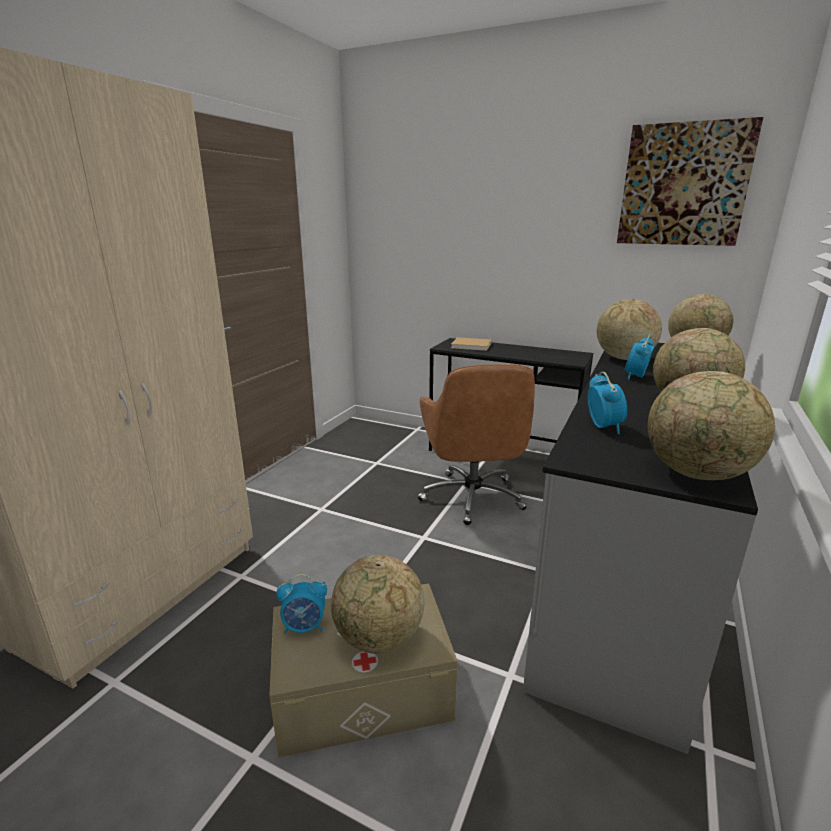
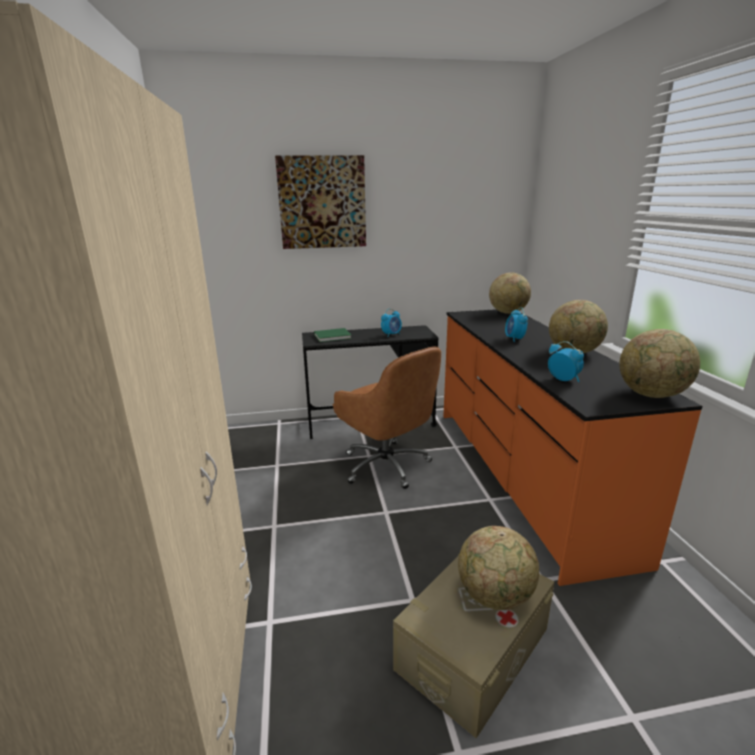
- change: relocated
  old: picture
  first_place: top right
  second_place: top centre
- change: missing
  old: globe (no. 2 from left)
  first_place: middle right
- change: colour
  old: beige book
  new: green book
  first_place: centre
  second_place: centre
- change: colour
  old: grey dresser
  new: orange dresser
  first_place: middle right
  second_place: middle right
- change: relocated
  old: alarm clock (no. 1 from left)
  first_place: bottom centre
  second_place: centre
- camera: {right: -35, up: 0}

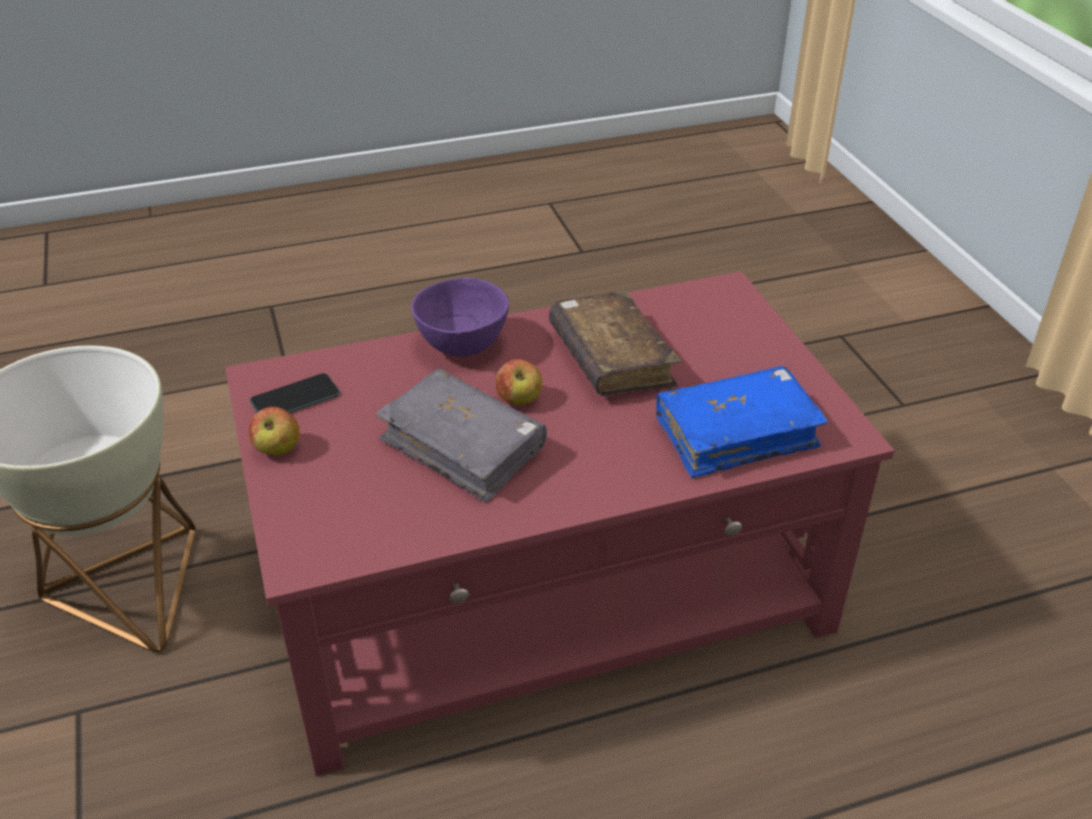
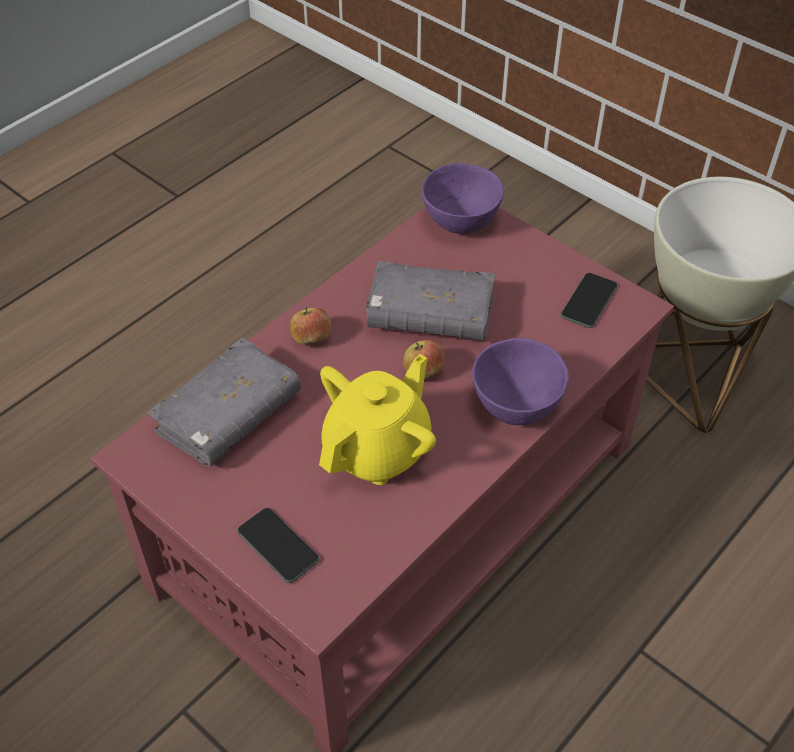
- change: exchanged
  old: brown book
  new: yellow teapot
  first_place: centre
  second_place: centre
- change: colour
  old: blue book
  new: grey book (no. 1 from left)
  first_place: middle right
  second_place: middle left
- change: relocated
  old: apple (no. 1 from left)
  first_place: middle left
  second_place: centre
- change: appeared
  new: purple bowl (no. 1 from left)
  second_place: top centre
- change: appeared
  new: phone (no. 1 from left)
  second_place: bottom centre
- camera: {right: 150, up: 10}

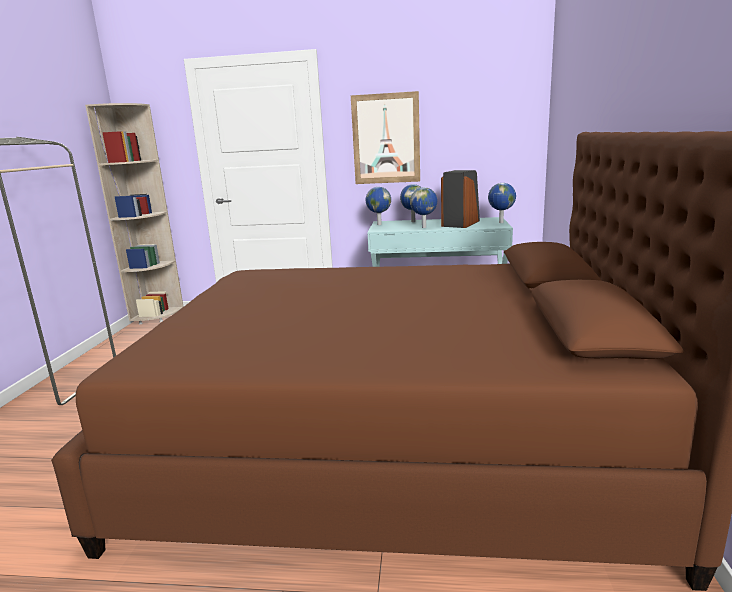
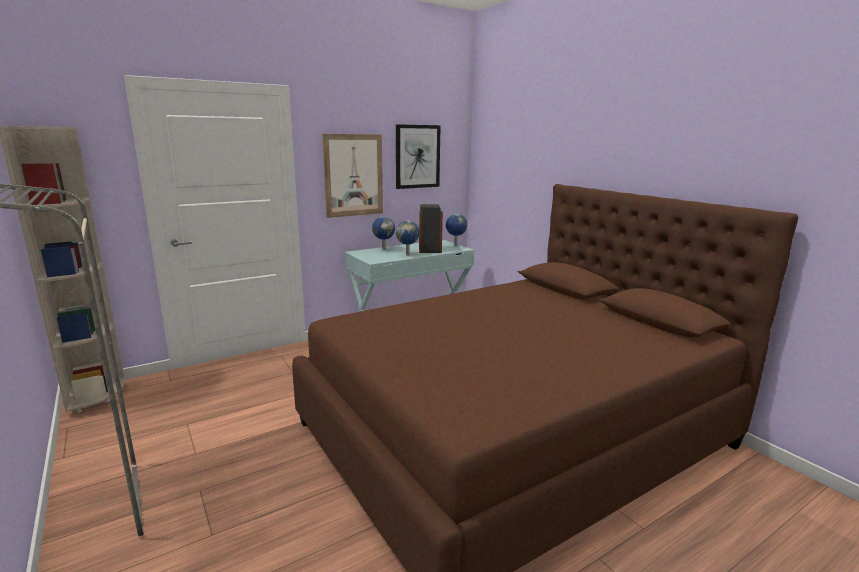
- change: missing
  old: globe (no. 1 from left)
  first_place: centre
- change: appeared
  new: picture (no. 2 from left)
  second_place: top centre
- camera: {right: -40, up: 0}

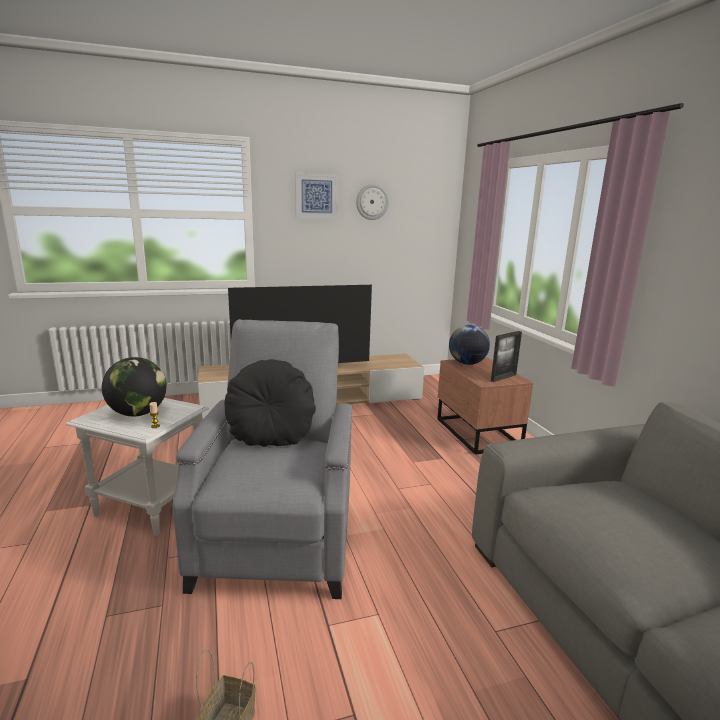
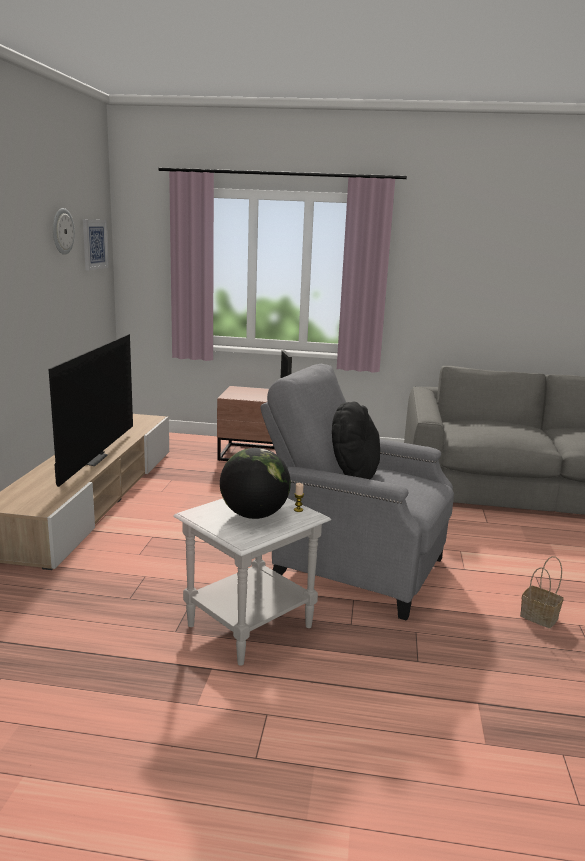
- change: relocated
  old: picture
  first_place: top centre
  second_place: top left
- change: missing
  old: globe (no. 2 from left)
  first_place: centre
- camera: {right: -65, up: 0}

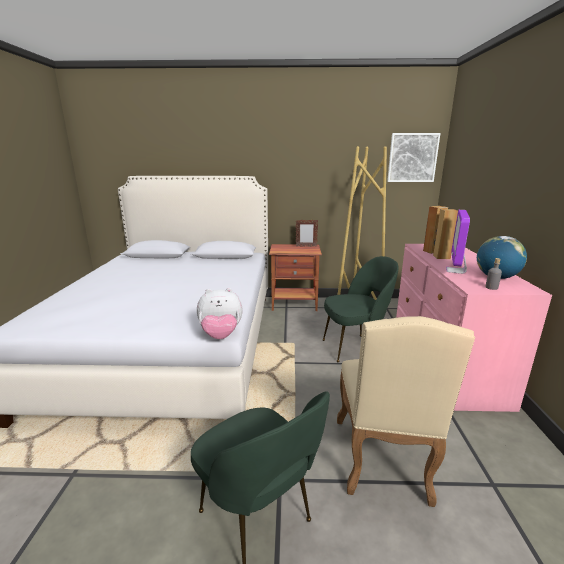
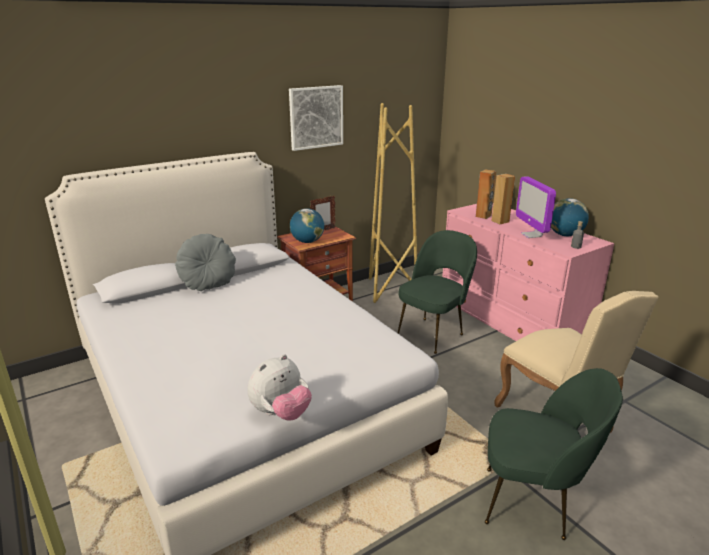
- change: relocated
  old: picture
  first_place: top right
  second_place: top centre
- change: relocated
  old: plush toy
  first_place: centre
  second_place: bottom centre
- change: appeared
  new: globe (no. 1 from left)
  second_place: centre
- change: appeared
  new: grey pillow
  second_place: middle left
- camera: {right: -35, up: 5}

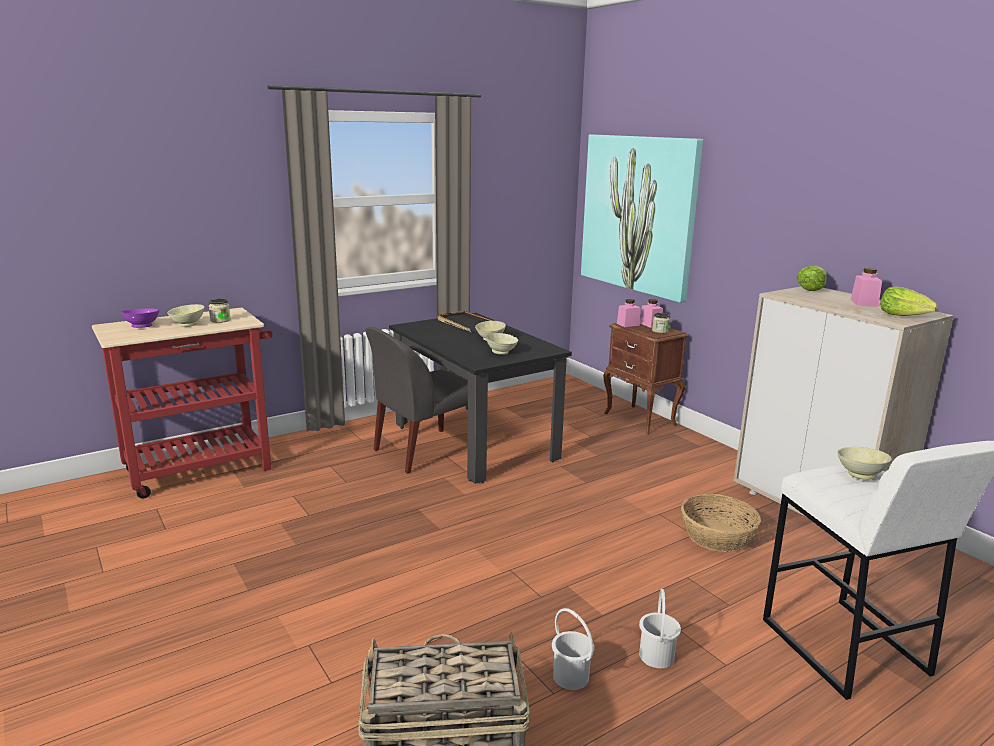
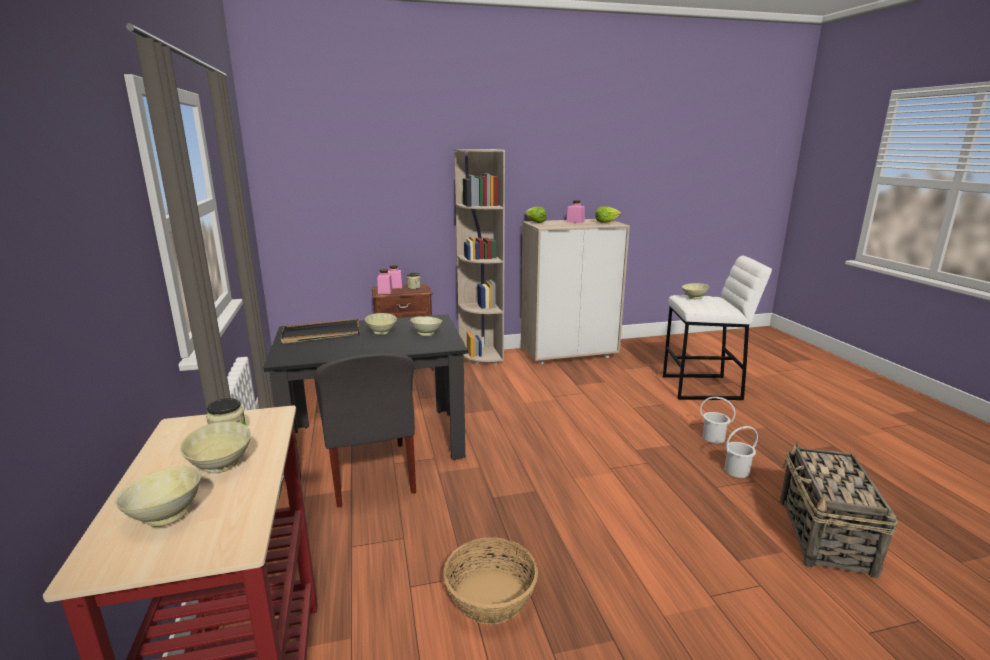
- change: missing
  old: picture
  first_place: top centre
- change: colour
  old: purple bowl
  new: beige bowl (no. 1 from left)
  first_place: middle left
  second_place: bottom left
- change: relocated
  old: basket (no. 2 from left in the first image)
  new: basket (no. 1 from left)
  first_place: bottom right
  second_place: bottom centre
- change: appeared
  new: beige bookcase
  second_place: centre
- camera: {right: -70, up: 0}

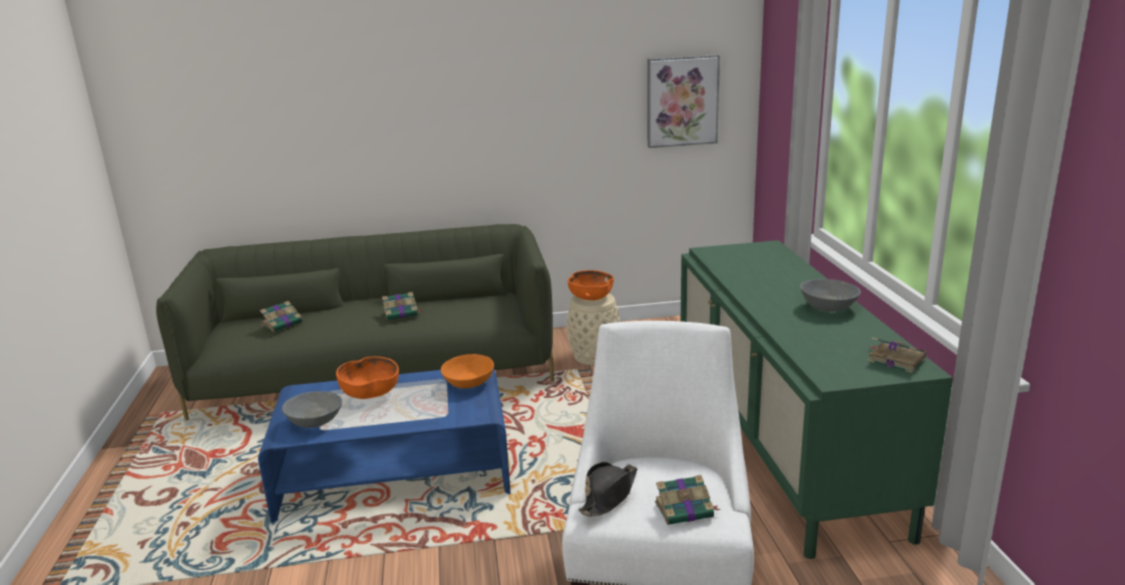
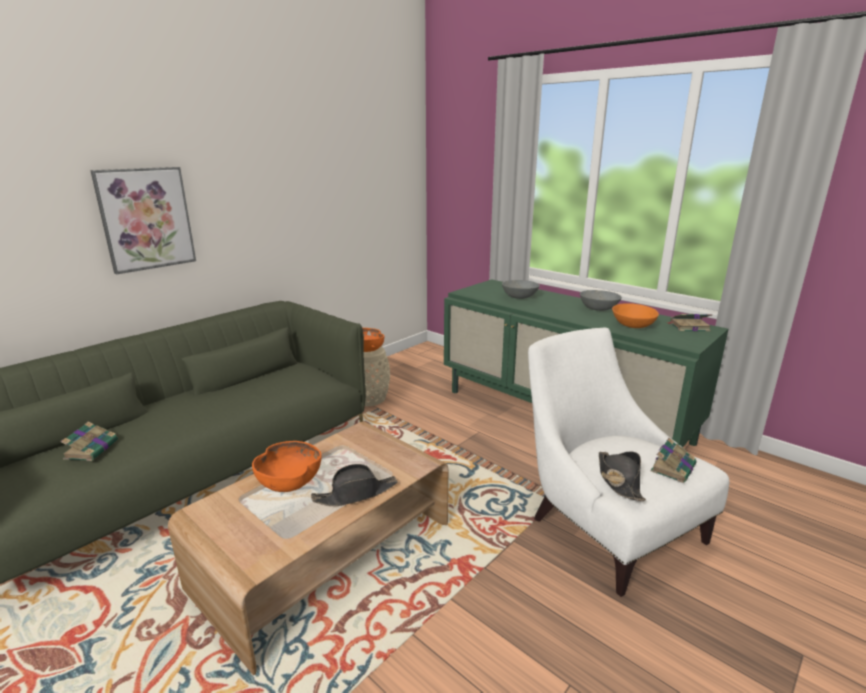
- change: relocated
  old: picture
  first_place: top centre
  second_place: top left
- change: missing
  old: book (no. 2 from left)
  first_place: centre
- change: relocated
  old: orange bowl (no. 2 from left in the first image)
  new: orange bowl (no. 3 from left)
  first_place: centre
  second_place: middle right
- change: colour
  old: blue coffee table
  new: brown coffee table
  first_place: bottom centre
  second_place: bottom centre
- change: relocated
  old: grey bowl (no. 1 from left)
  first_place: bottom left
  second_place: centre
- change: appeared
  new: black hat (no. 1 from left)
  second_place: bottom centre
- camera: {right: -40, up: 0}

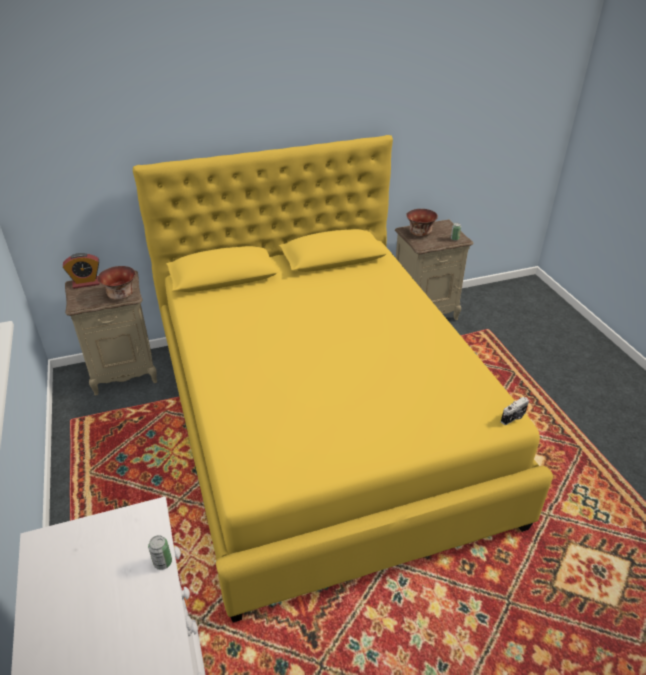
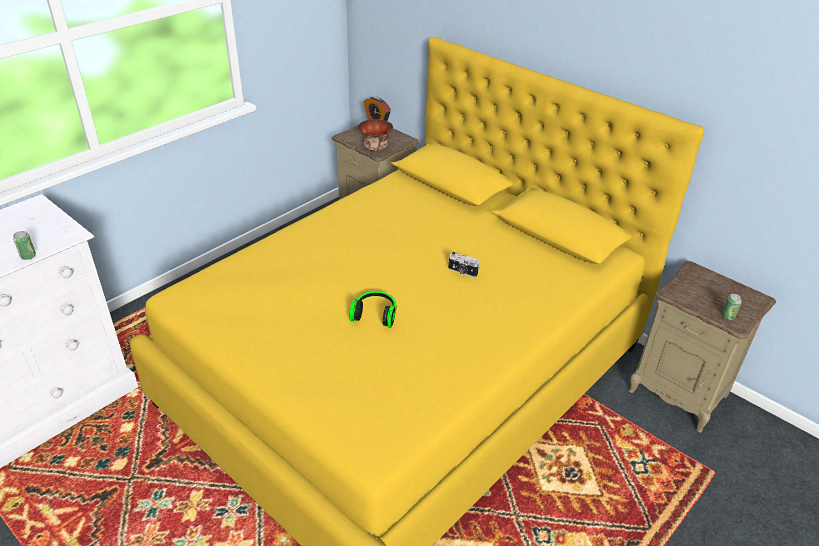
- change: missing
  old: bowl (no. 2 from left)
  first_place: top centre
- change: relocated
  old: photo camera
  first_place: middle right
  second_place: centre
- change: appeared
  new: headphones
  second_place: centre
- camera: {right: 60, up: 0}

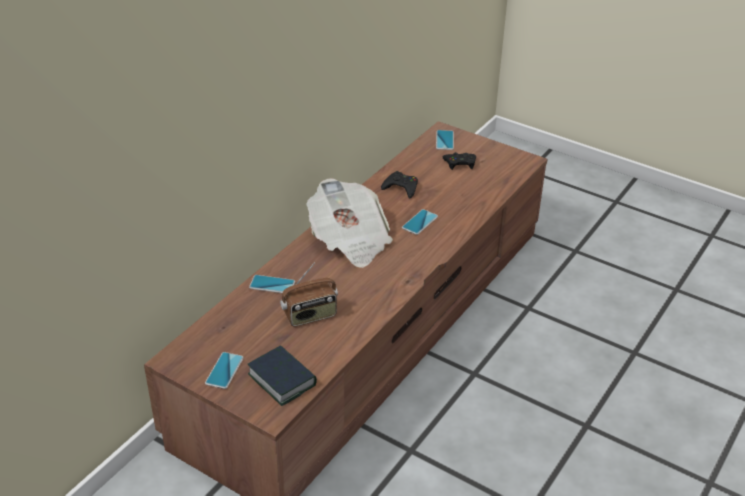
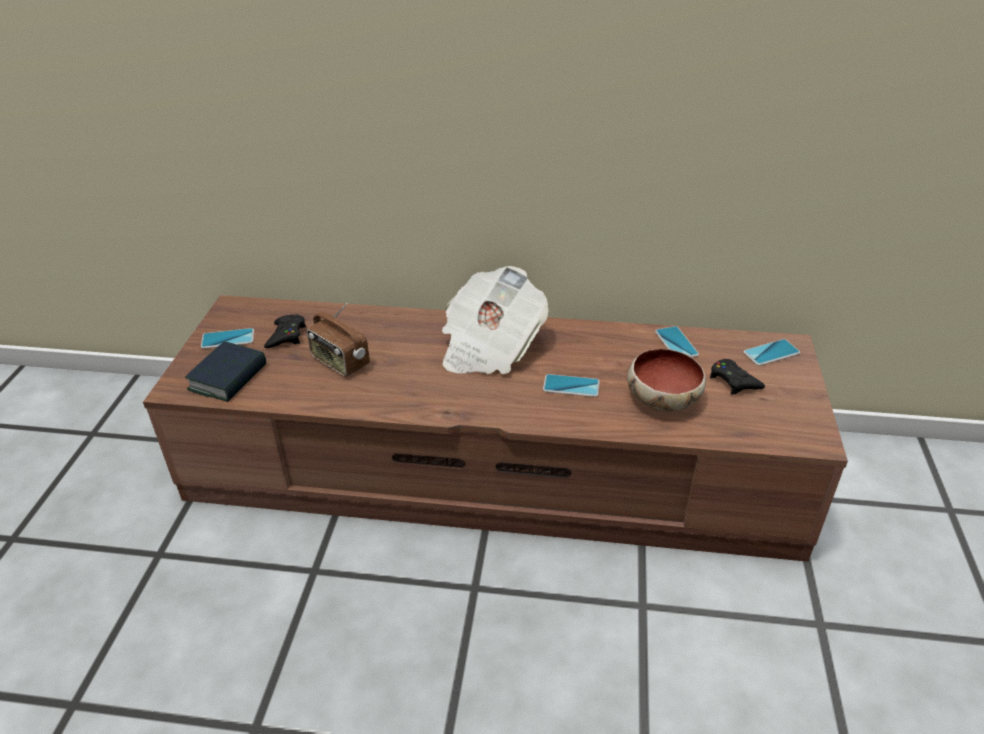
- change: relocated
  old: black game controller (no. 1 from left)
  first_place: centre
  second_place: middle left
- change: relocated
  old: phone (no. 2 from left in the first image)
  new: phone (no. 3 from left)
  first_place: centre
  second_place: middle right
- change: appeared
  new: bowl
  second_place: middle right
- camera: {right: 65, up: 0}

